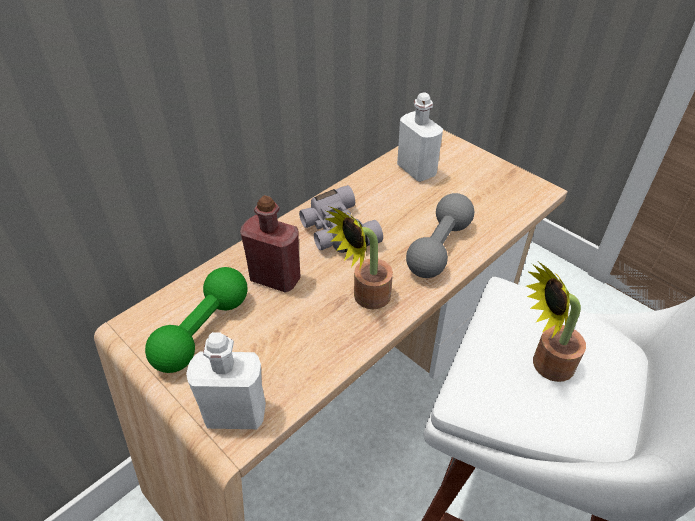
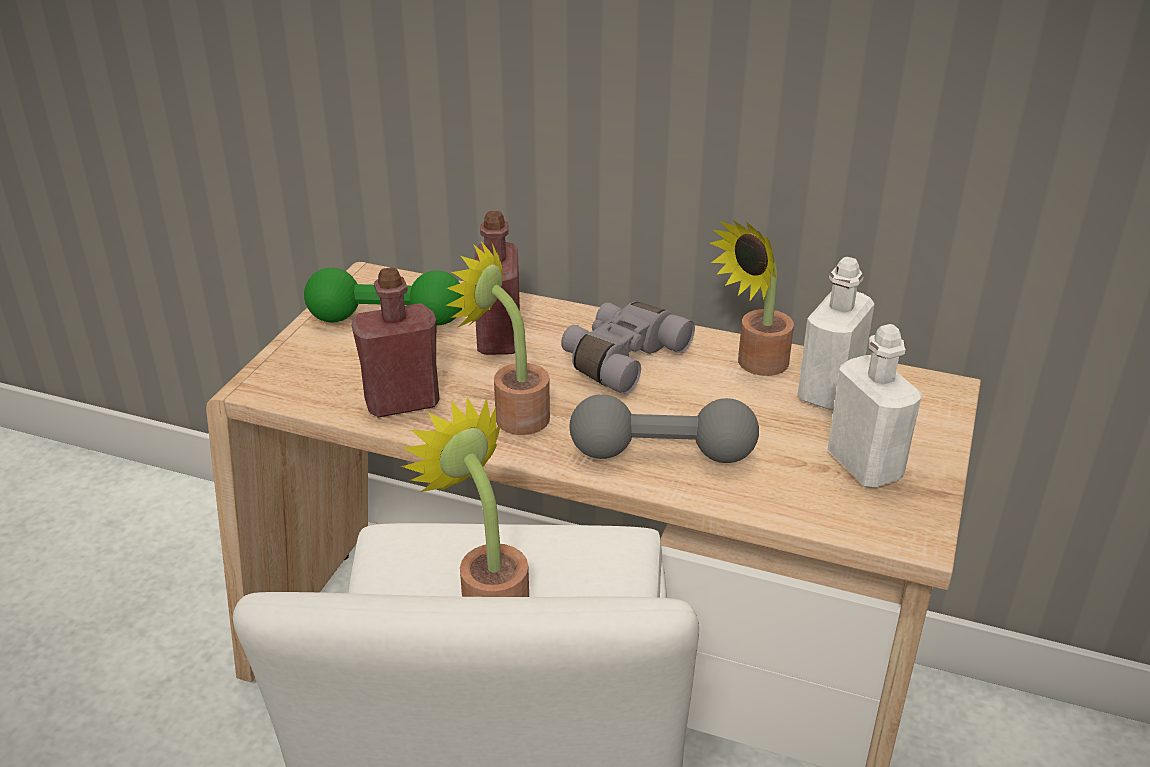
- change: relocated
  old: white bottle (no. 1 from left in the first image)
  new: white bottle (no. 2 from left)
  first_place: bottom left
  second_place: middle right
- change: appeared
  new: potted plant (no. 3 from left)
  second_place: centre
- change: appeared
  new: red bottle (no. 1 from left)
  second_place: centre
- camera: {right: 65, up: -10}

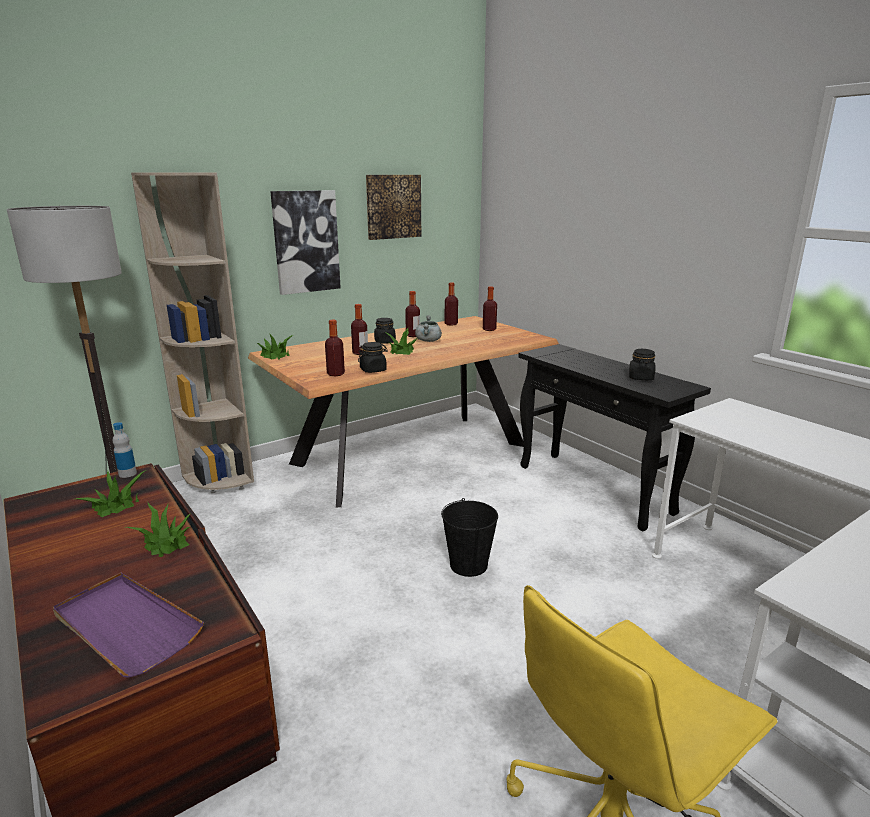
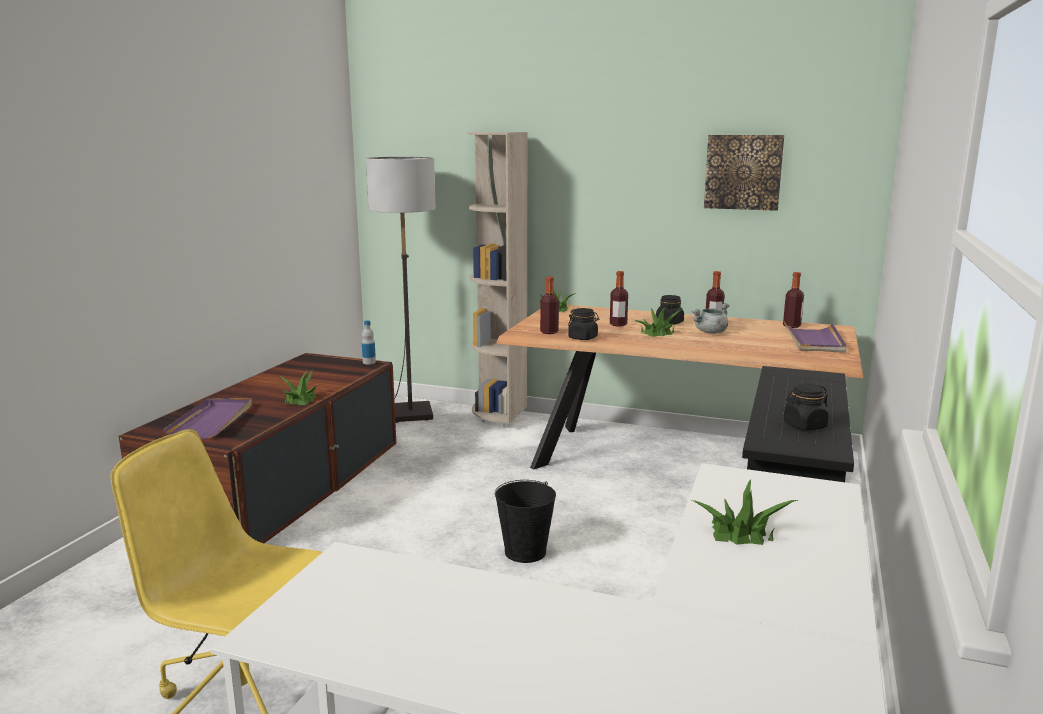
- change: missing
  old: picture (no. 1 from left)
  first_place: top centre
- change: exchanged
  old: bottle (no. 6 from left)
  new: purple tray (no. 2 from left)
  first_place: centre
  second_place: middle right
- change: relocated
  old: potted plant (no. 1 from left in the first image)
  new: potted plant (no. 4 from left)
  first_place: middle left
  second_place: bottom right
- camera: {right: 55, up: -5}

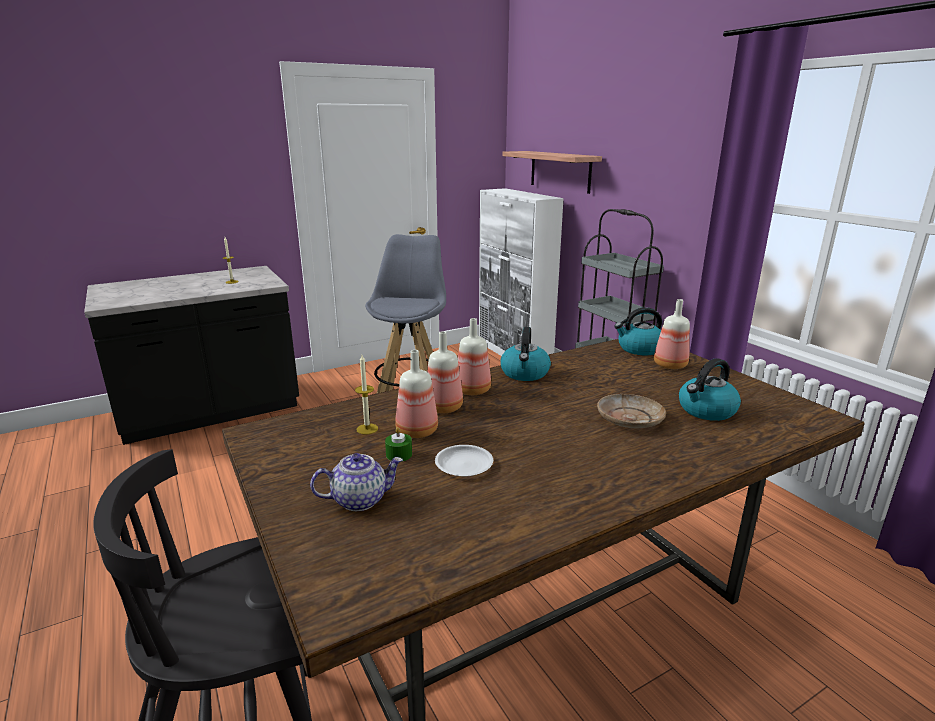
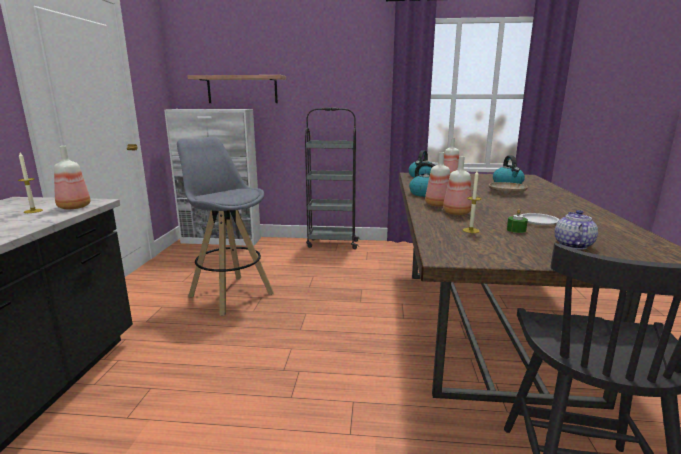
- change: relocated
  old: bottle (no. 1 from left)
  first_place: centre
  second_place: middle left
- camera: {right: -55, up: -5}

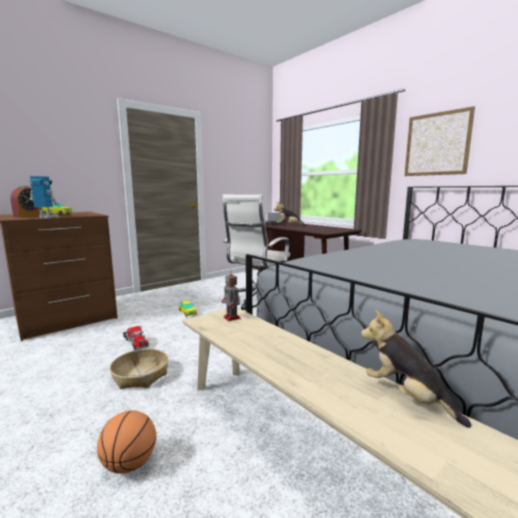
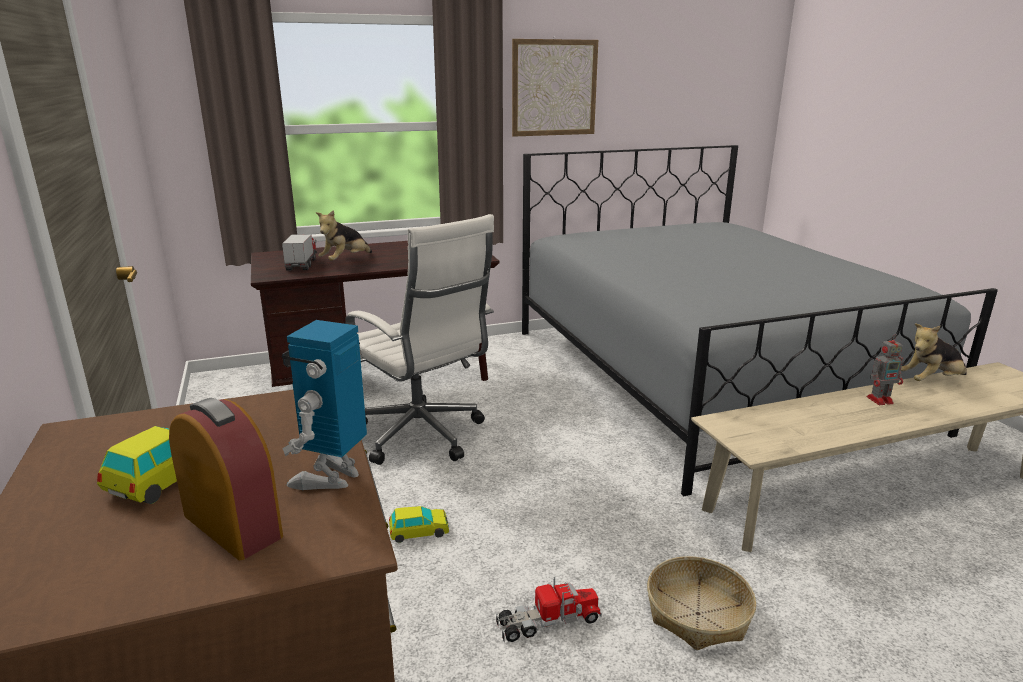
- change: relocated
  old: toy robot (no. 2 from left)
  first_place: centre
  second_place: middle right
- change: missing
  old: basketball
  first_place: bottom left
- camera: {right: -70, up: 10}

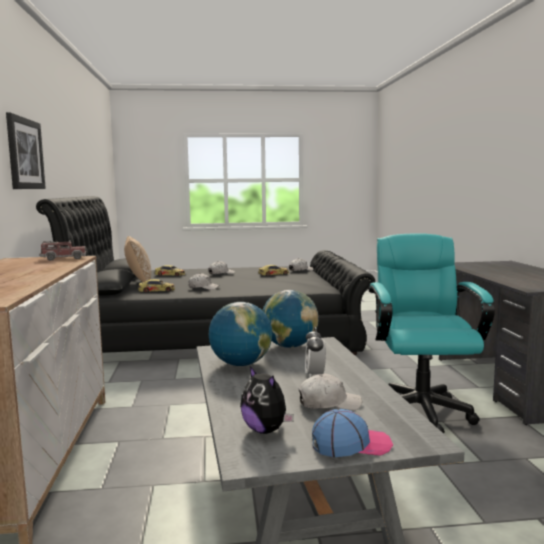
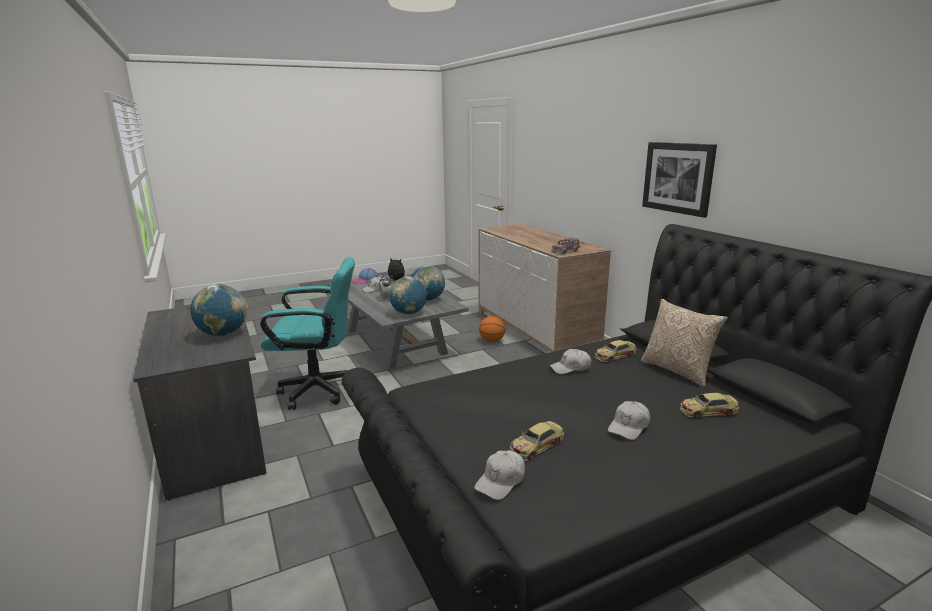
- change: spun
  old: turquoise office chair
  first_place: middle right
  second_place: middle left
  degrees: -75
- change: appeared
  new: globe (no. 1 from left)
  second_place: middle left
- change: appeared
  new: basketball
  second_place: centre
- camera: {right: 160, up: 10}

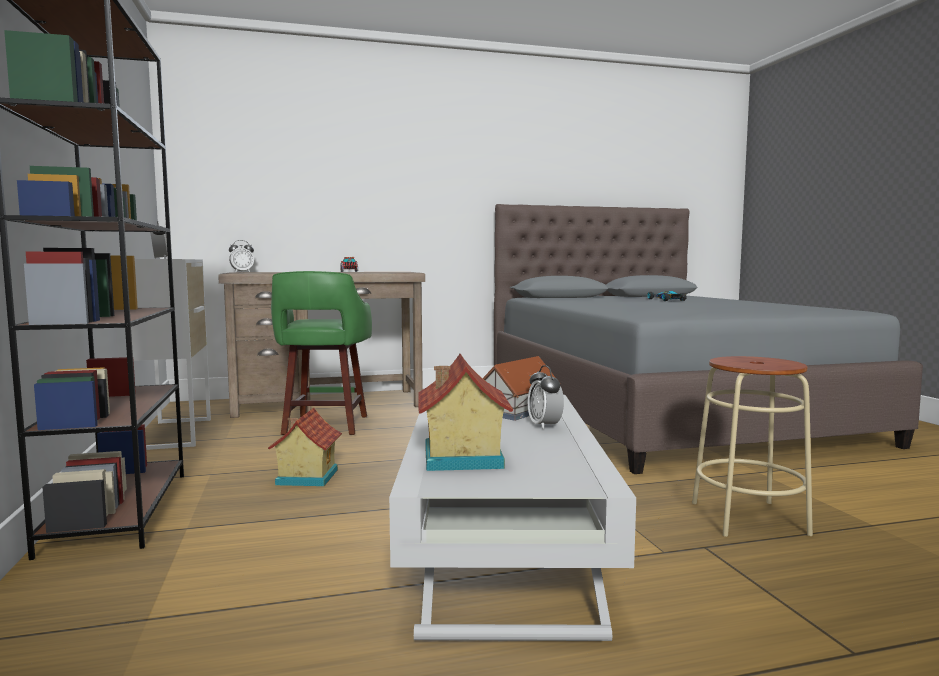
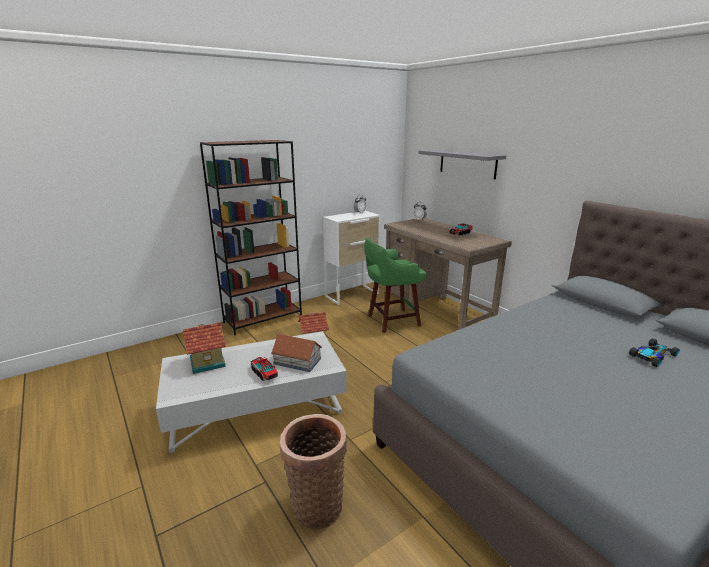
- change: exchanged
  old: beige stool
  new: basket
  first_place: middle right
  second_place: bottom centre
- change: exchanged
  old: alarm clock (no. 3 from left)
  new: toy truck (no. 1 from left)
  first_place: centre
  second_place: centre
- change: appeared
  new: grey shelf
  second_place: top centre
- camera: {right: 70, up: 15}

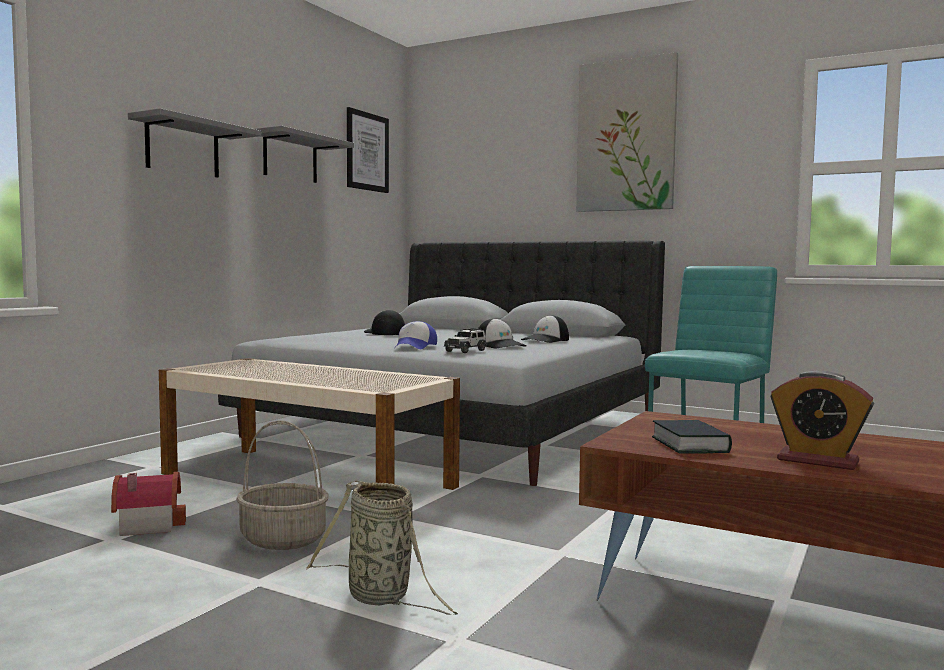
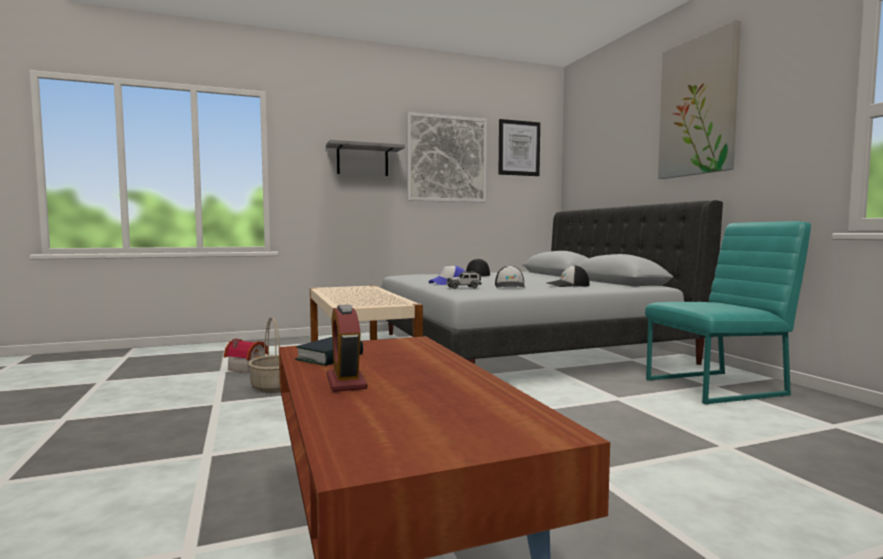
- change: exchanged
  old: grey shelf (no. 2 from left)
  new: picture (no. 1 from left)
  first_place: top left
  second_place: top centre
- change: missing
  old: basket (no. 2 from left)
  first_place: bottom centre
- camera: {right: 40, up: 0}

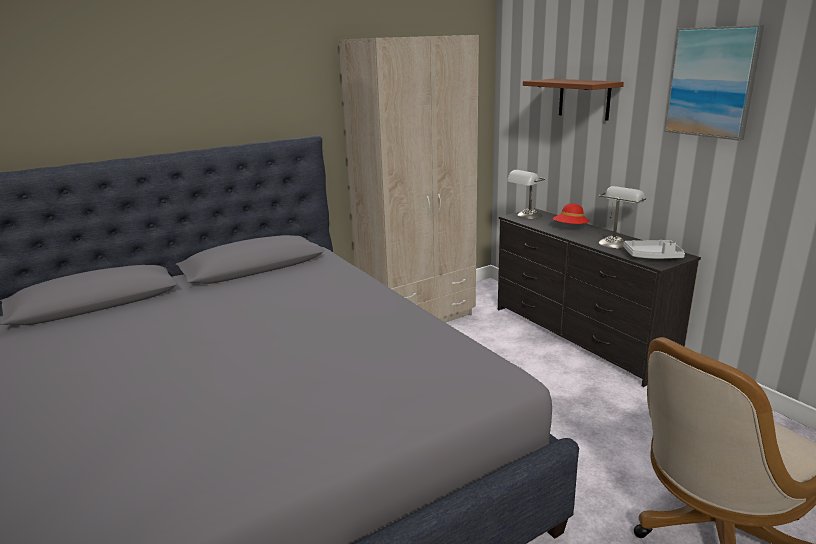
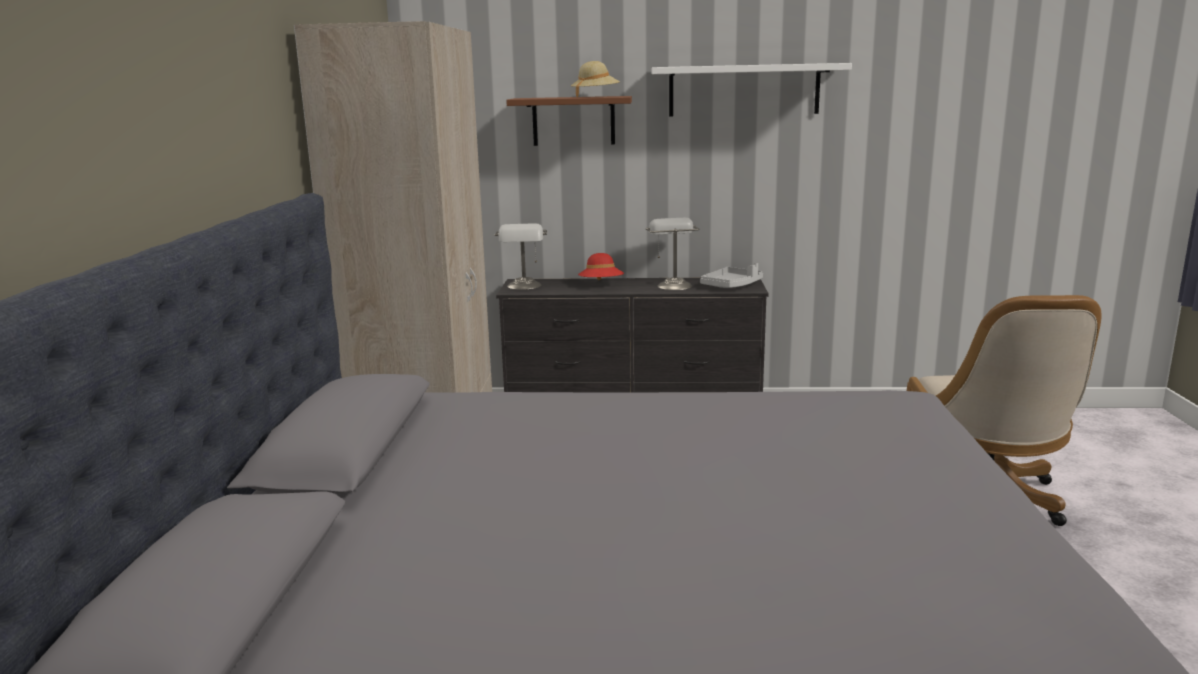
- change: exchanged
  old: picture
  new: white shelf
  first_place: top right
  second_place: top centre
- change: appeared
  new: beige hat
  second_place: top centre
- camera: {right: -55, up: -5}

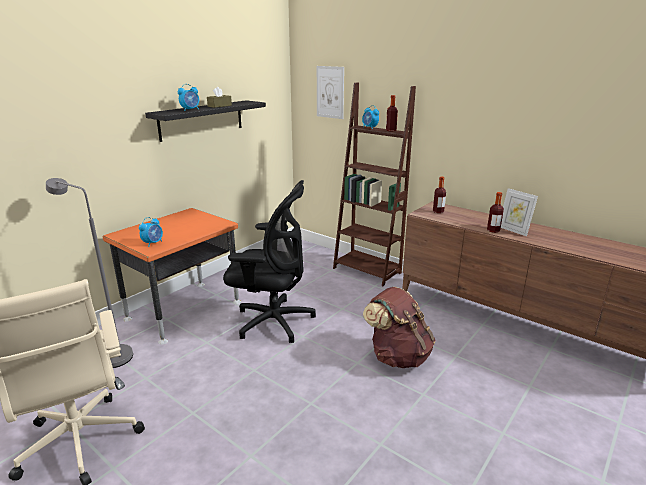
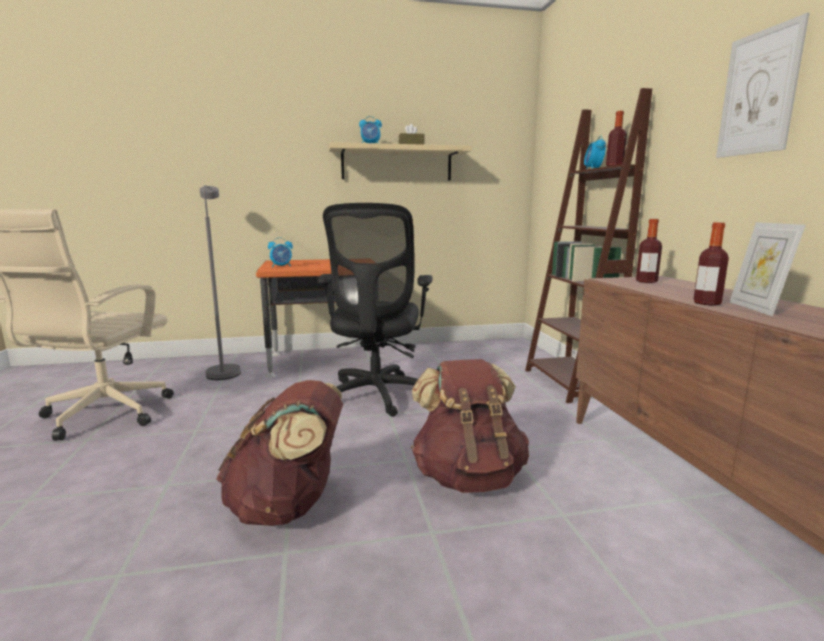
- change: relocated
  old: picture
  first_place: top centre
  second_place: top right
- change: colour
  old: black shelf
  new: beige shelf
  first_place: top left
  second_place: top centre
- change: spun
  old: black office chair
  first_place: centre
  second_place: centre
  degrees: 45
- change: appeared
  new: brown backpack (no. 1 from left)
  second_place: bottom centre
- camera: {right: 40, up: -10}

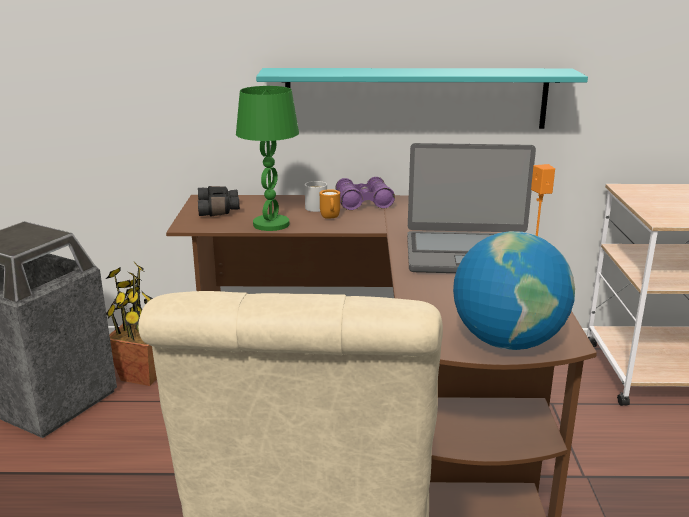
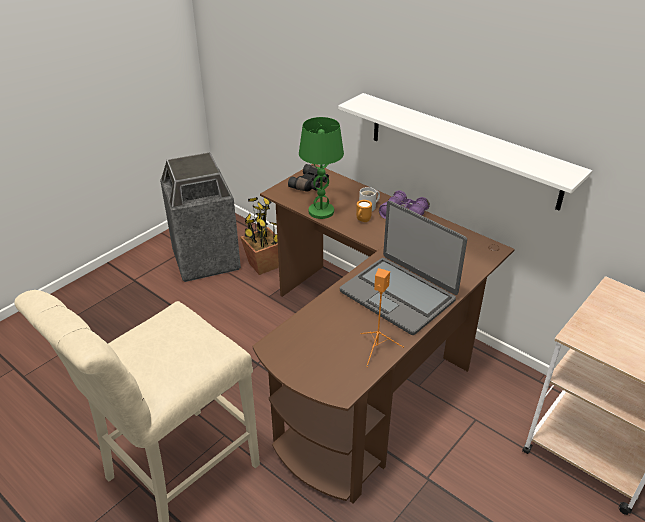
- change: colour
  old: turquoise shelf
  new: white shelf
  first_place: top centre
  second_place: top right
- change: missing
  old: globe
  first_place: middle right
- camera: {right: 40, up: 15}

